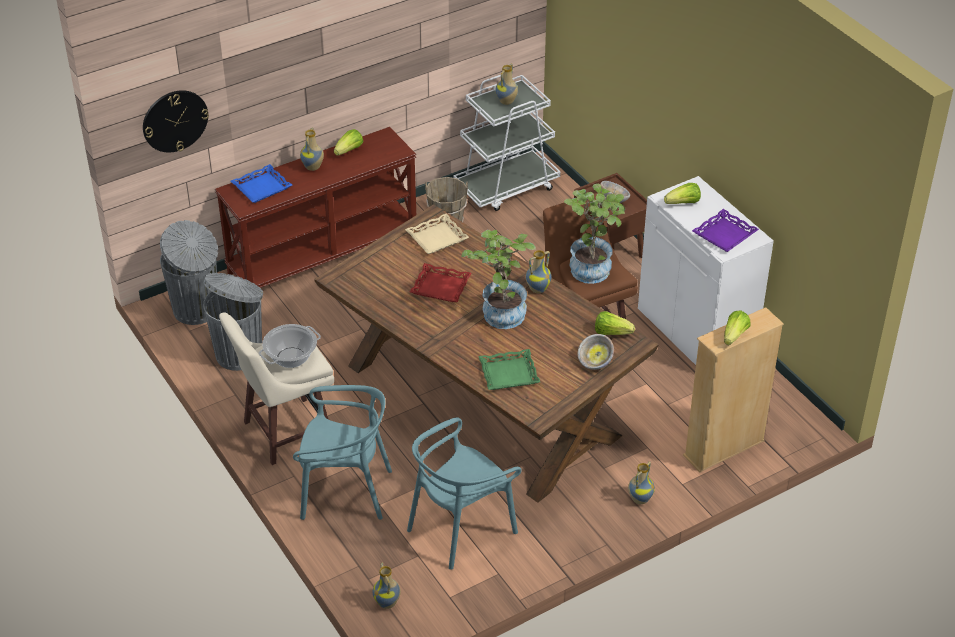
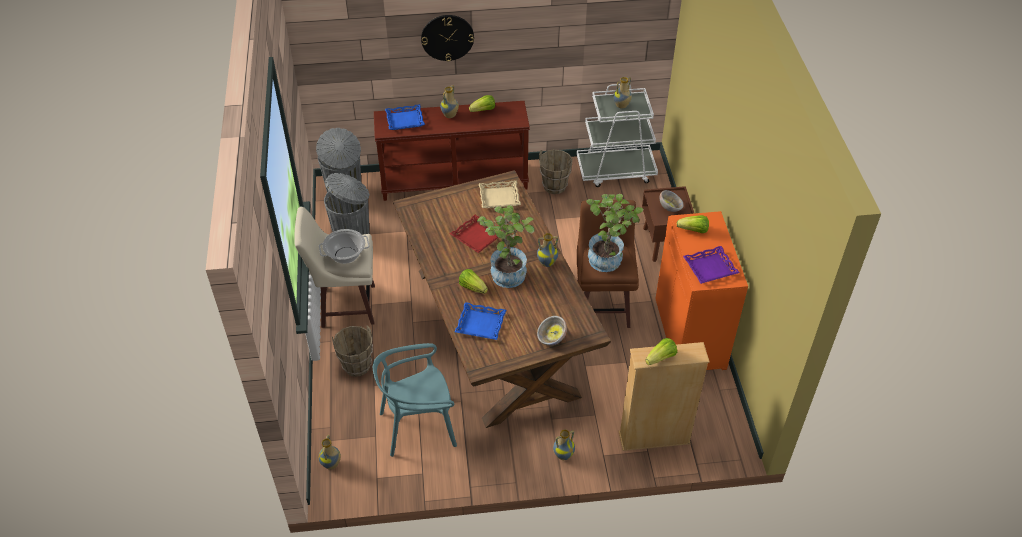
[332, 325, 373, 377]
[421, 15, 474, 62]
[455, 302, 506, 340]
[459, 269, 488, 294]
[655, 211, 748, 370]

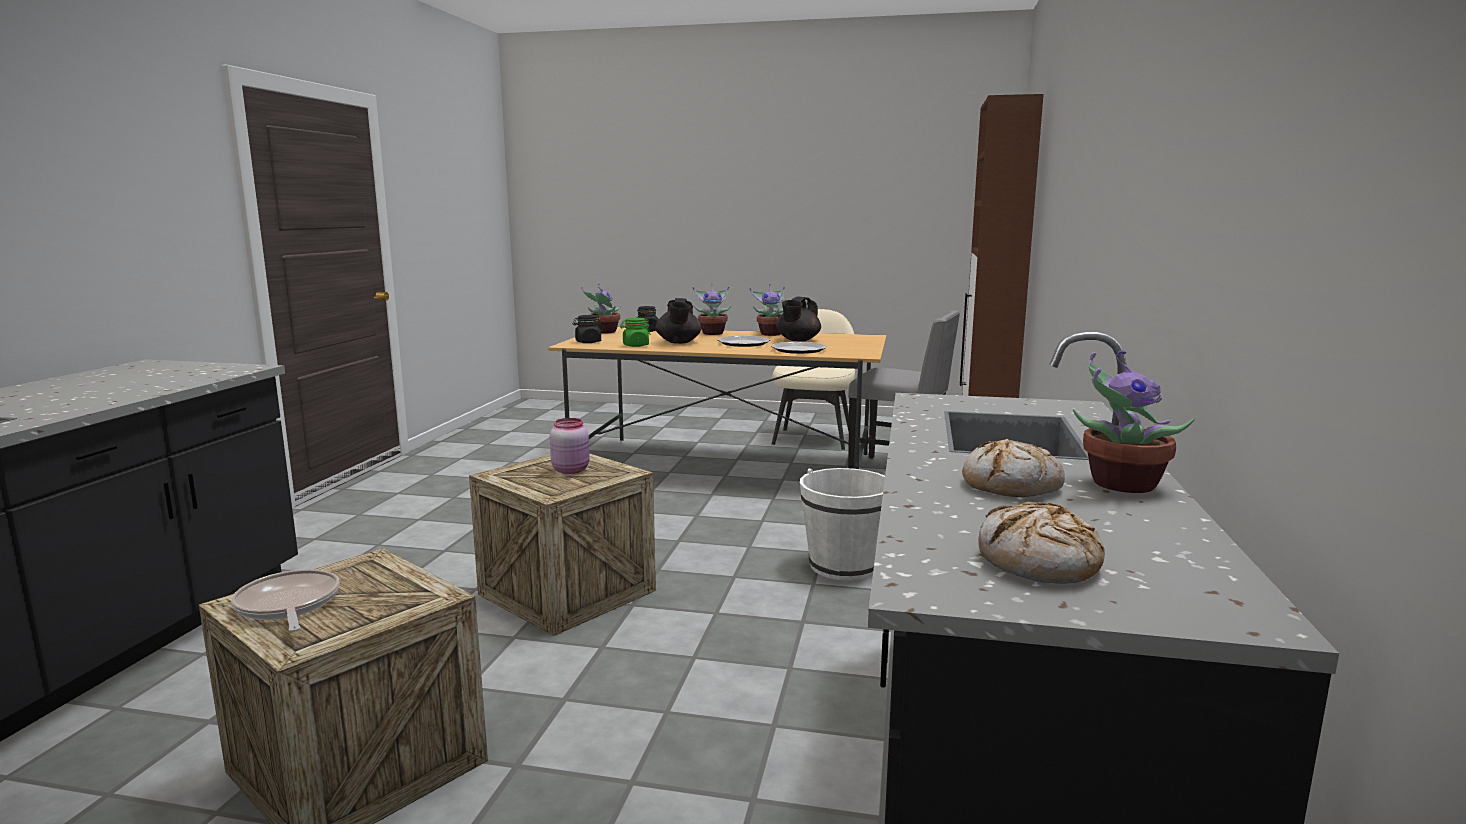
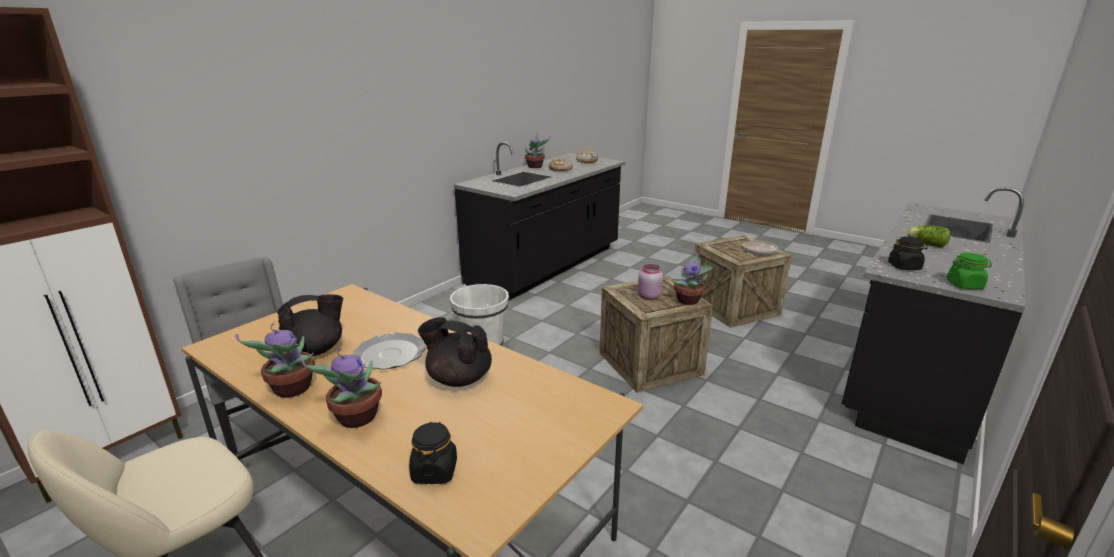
[418, 317, 492, 387]
[672, 252, 715, 305]
[888, 237, 928, 270]
[907, 225, 950, 247]
[946, 252, 992, 289]
[771, 342, 827, 354] (first image)

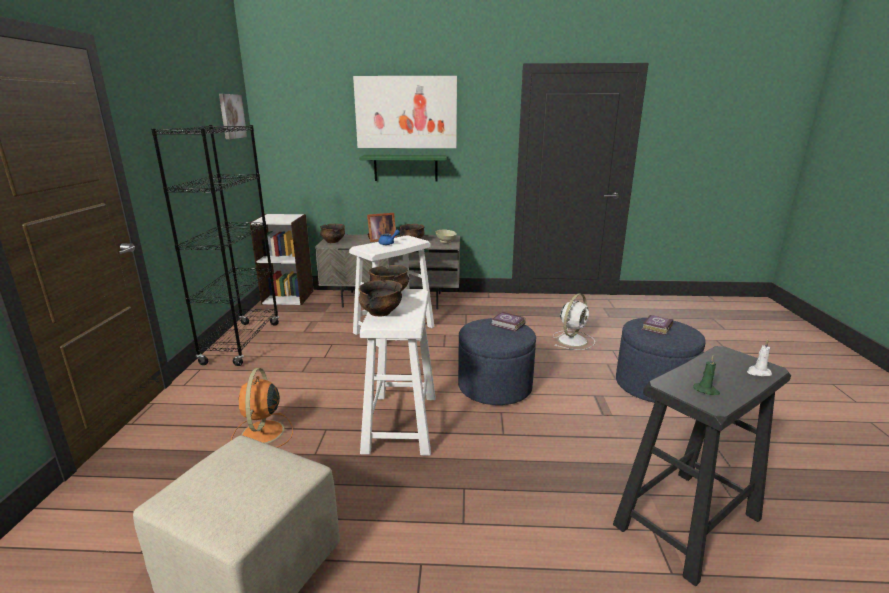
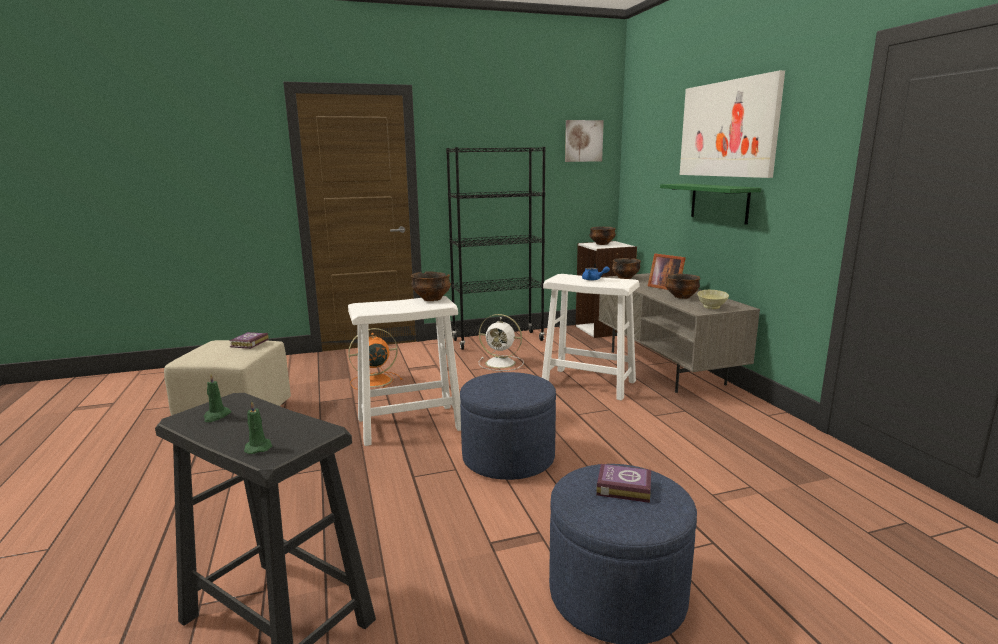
[229, 332, 269, 349]
[244, 401, 272, 454]
[479, 314, 524, 371]
[590, 227, 616, 245]

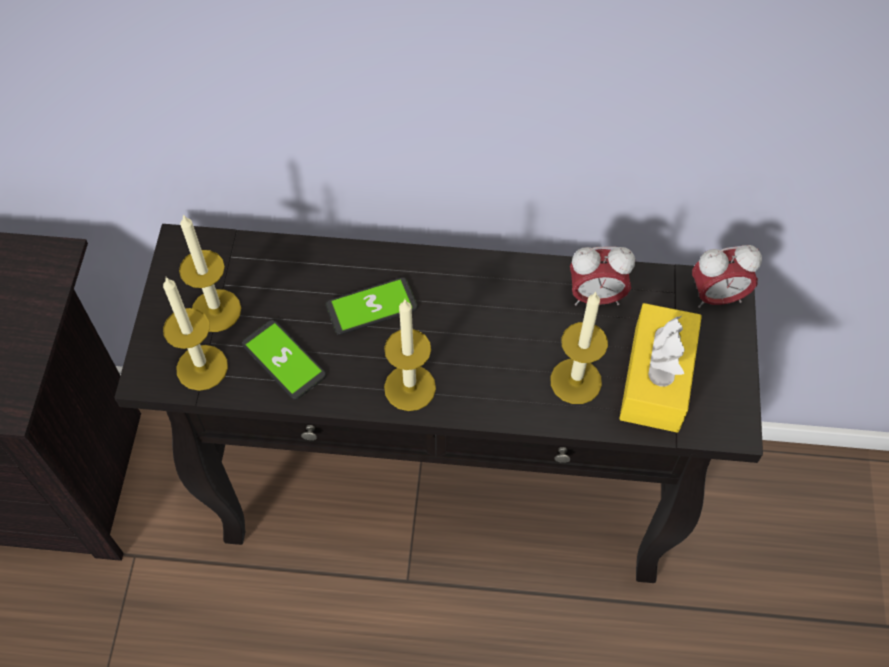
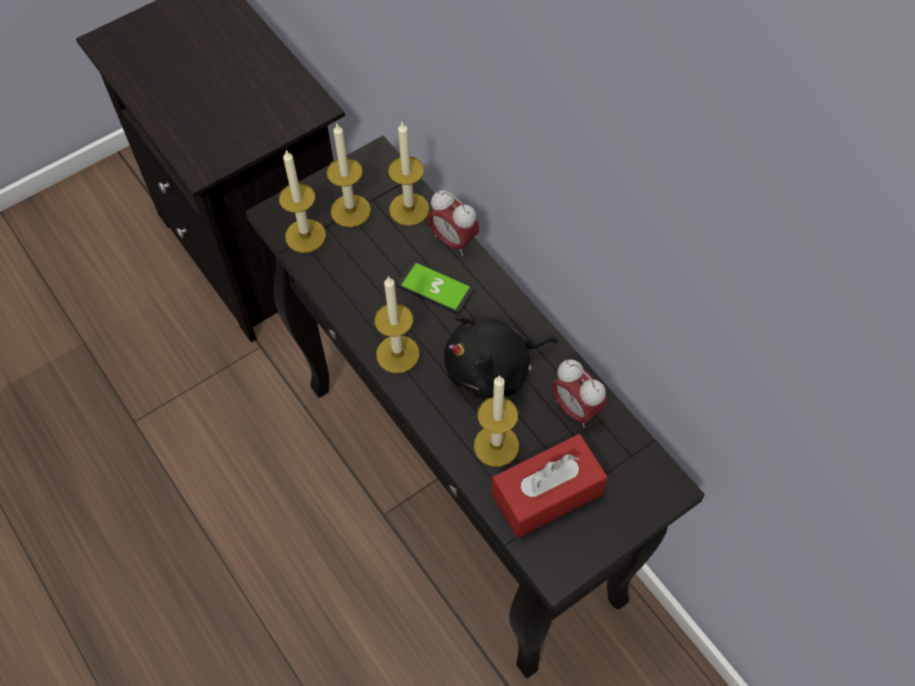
[388, 122, 429, 226]
[428, 190, 480, 256]
[444, 315, 557, 398]
[492, 434, 608, 538]
[242, 320, 327, 400] (first image)

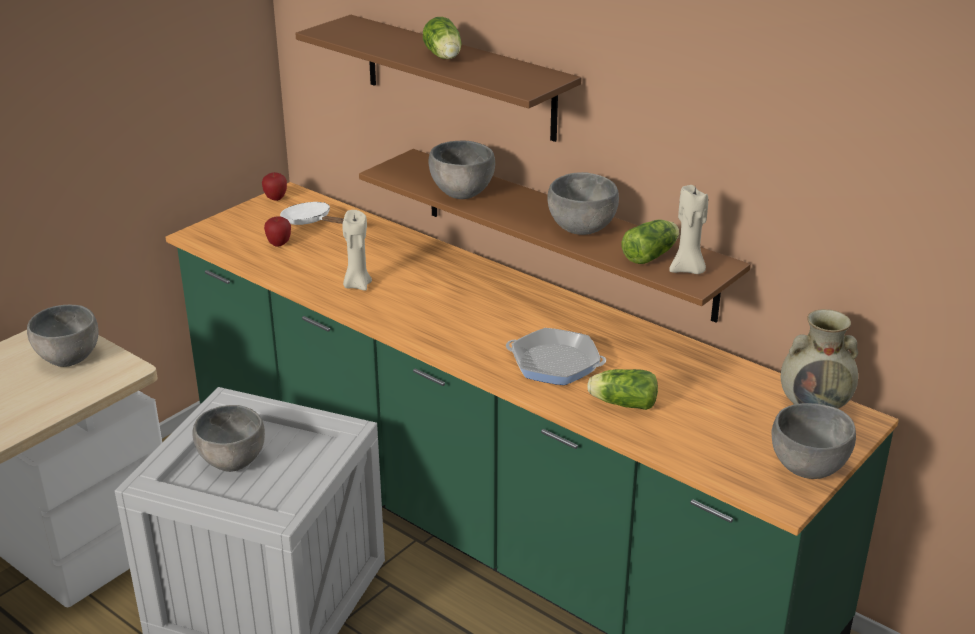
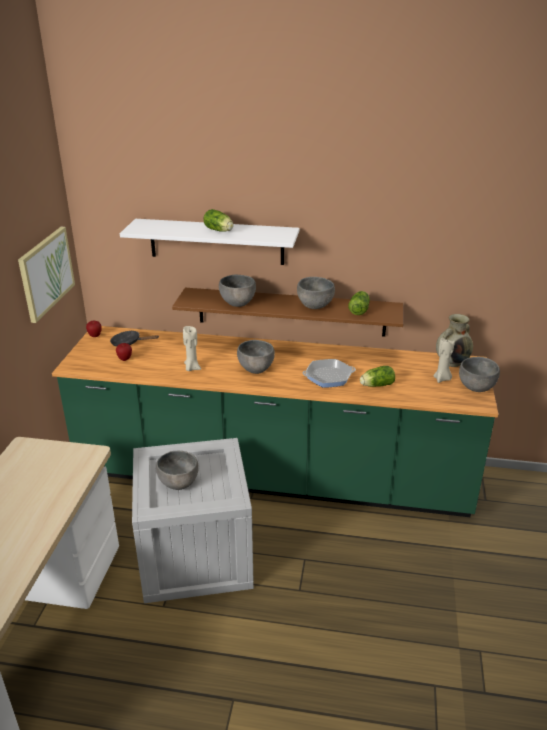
[18, 227, 75, 323]
[110, 331, 159, 347]
[120, 219, 299, 265]
[237, 340, 275, 374]
[434, 338, 455, 383]

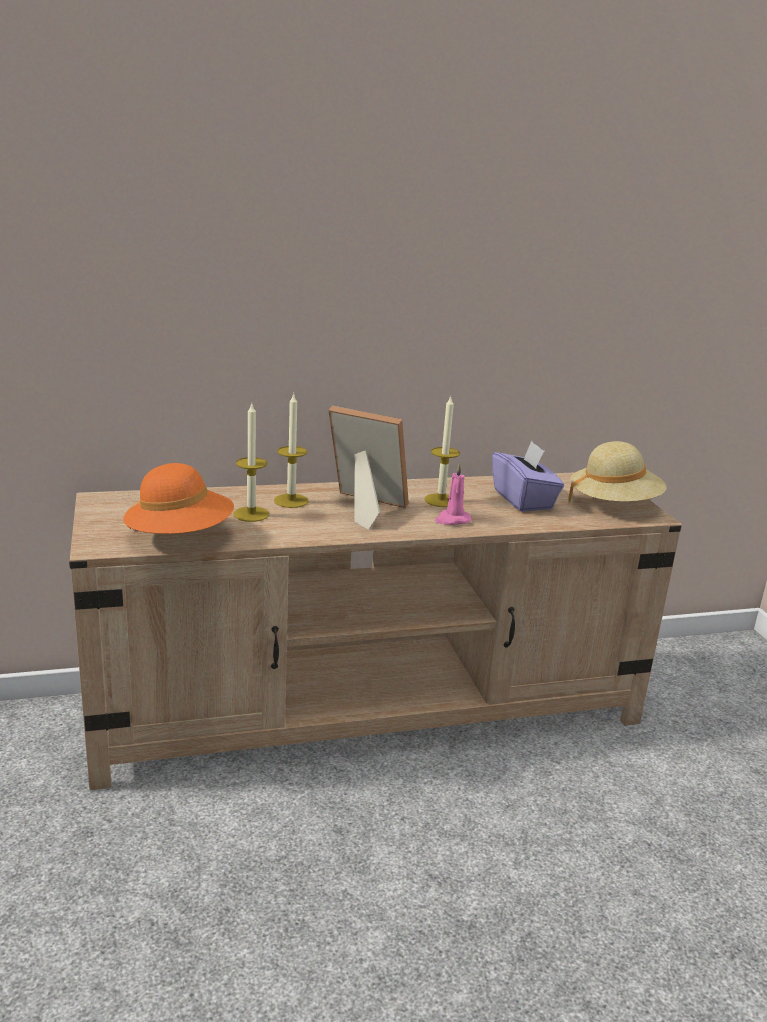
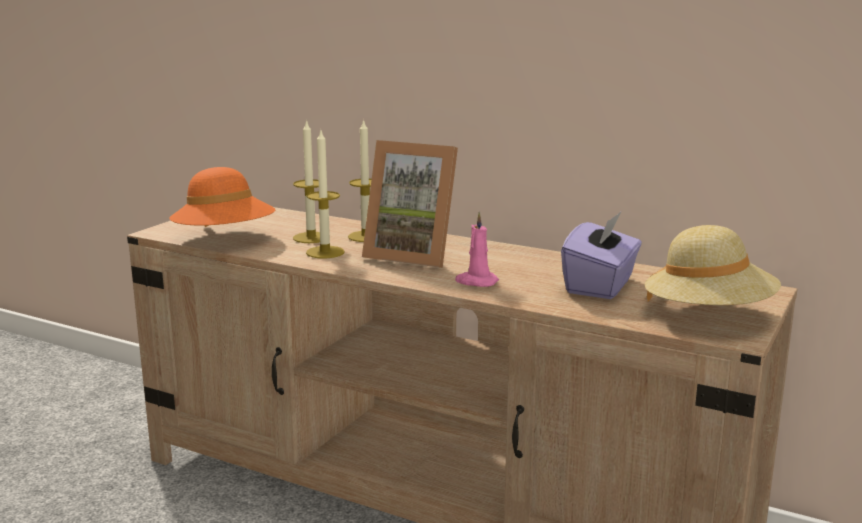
[306, 131, 345, 258]
[362, 140, 458, 268]

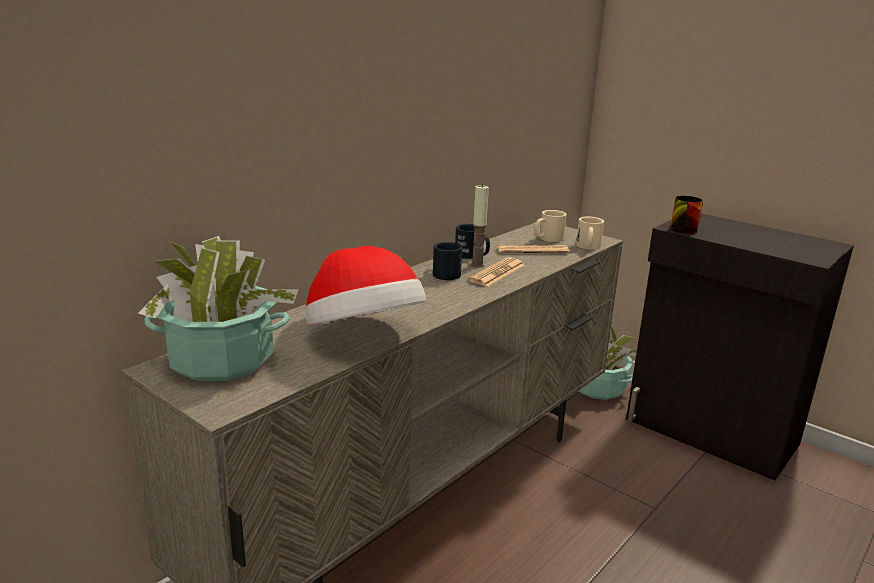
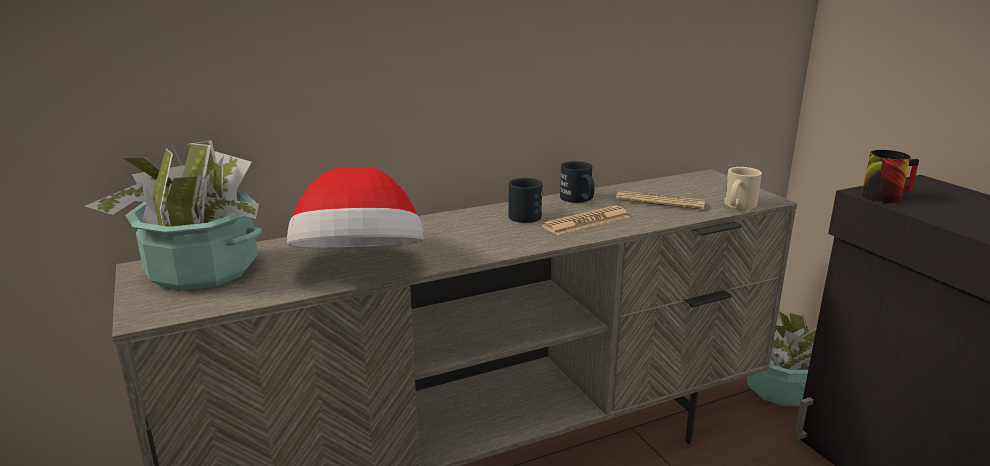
[471, 184, 489, 268] (first image)
[534, 210, 567, 242] (first image)

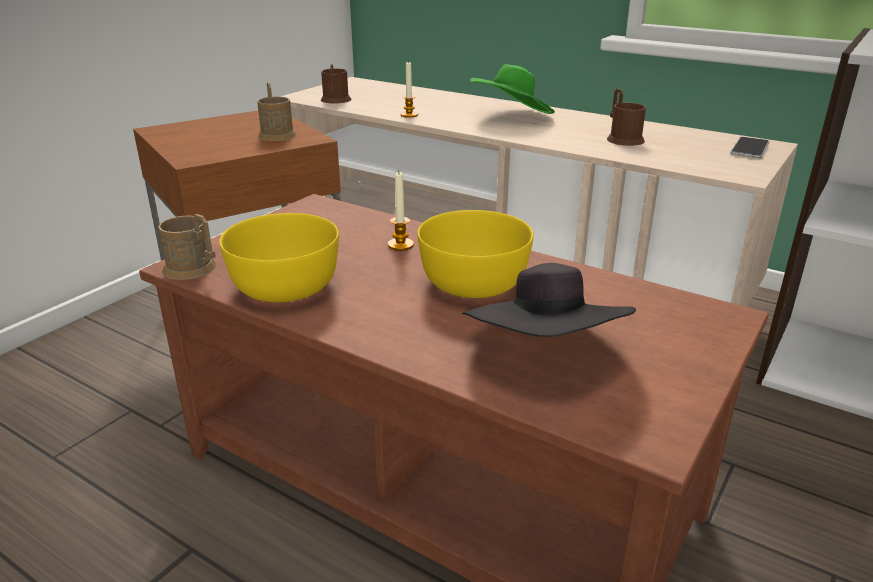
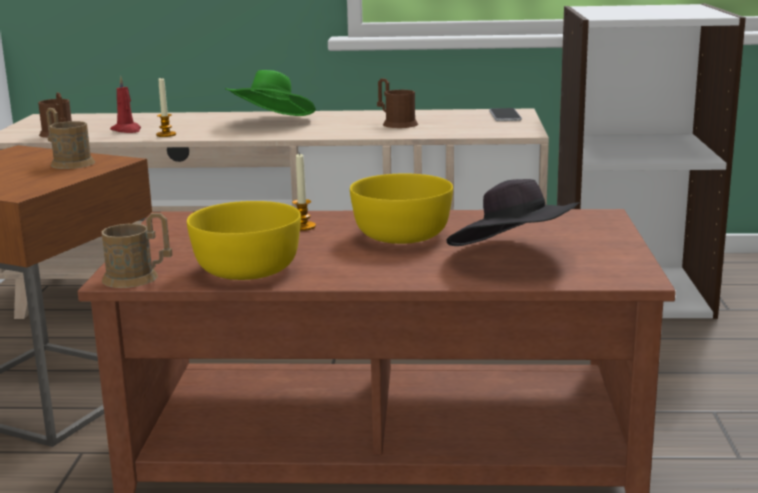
[110, 76, 141, 133]

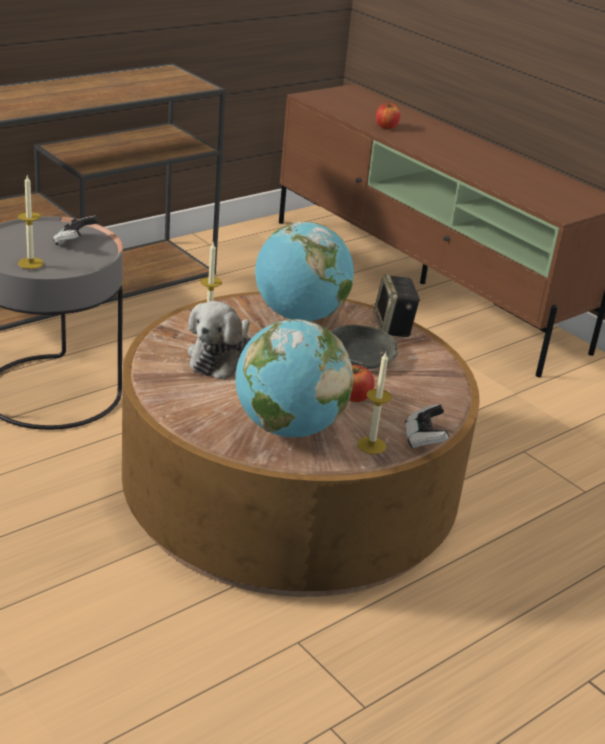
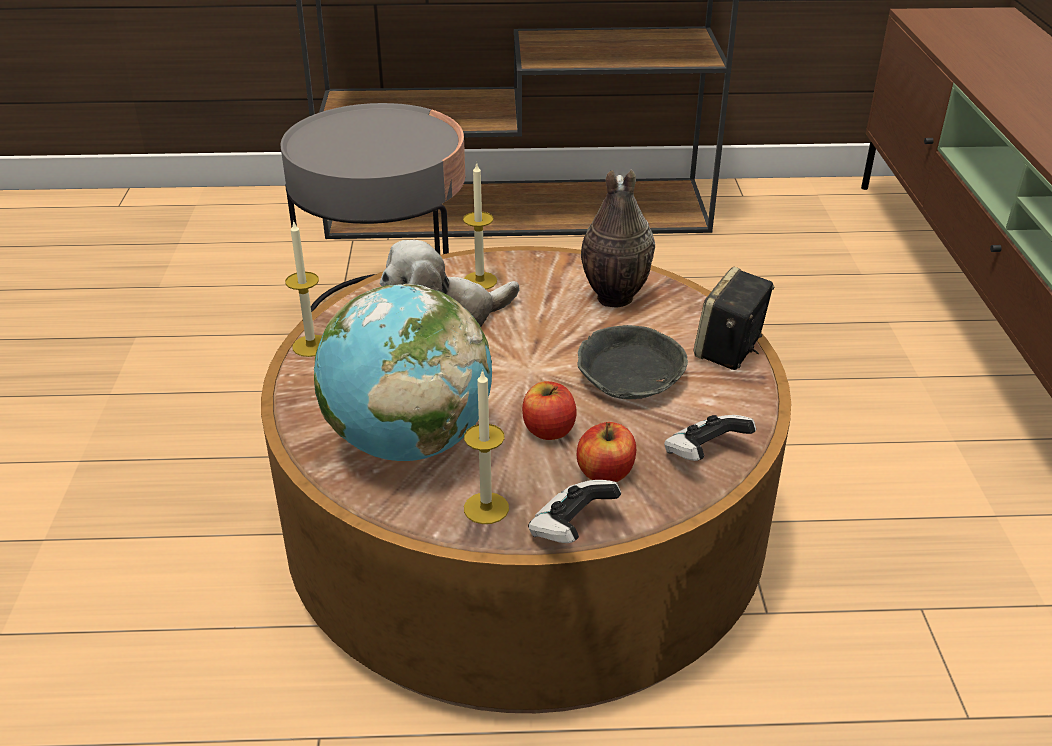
[285, 220, 322, 357]
[577, 422, 636, 482]
[581, 169, 655, 307]
[664, 415, 756, 461]

